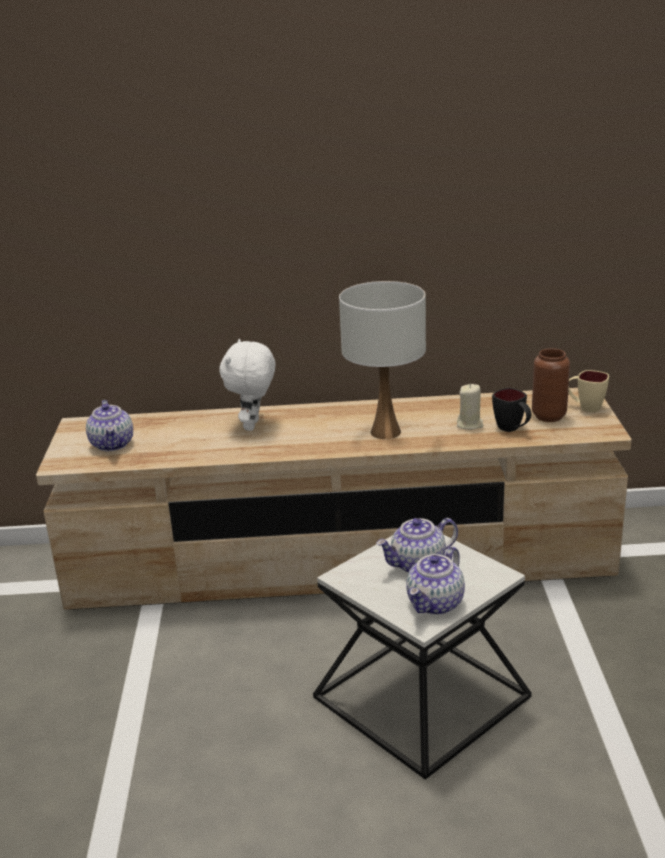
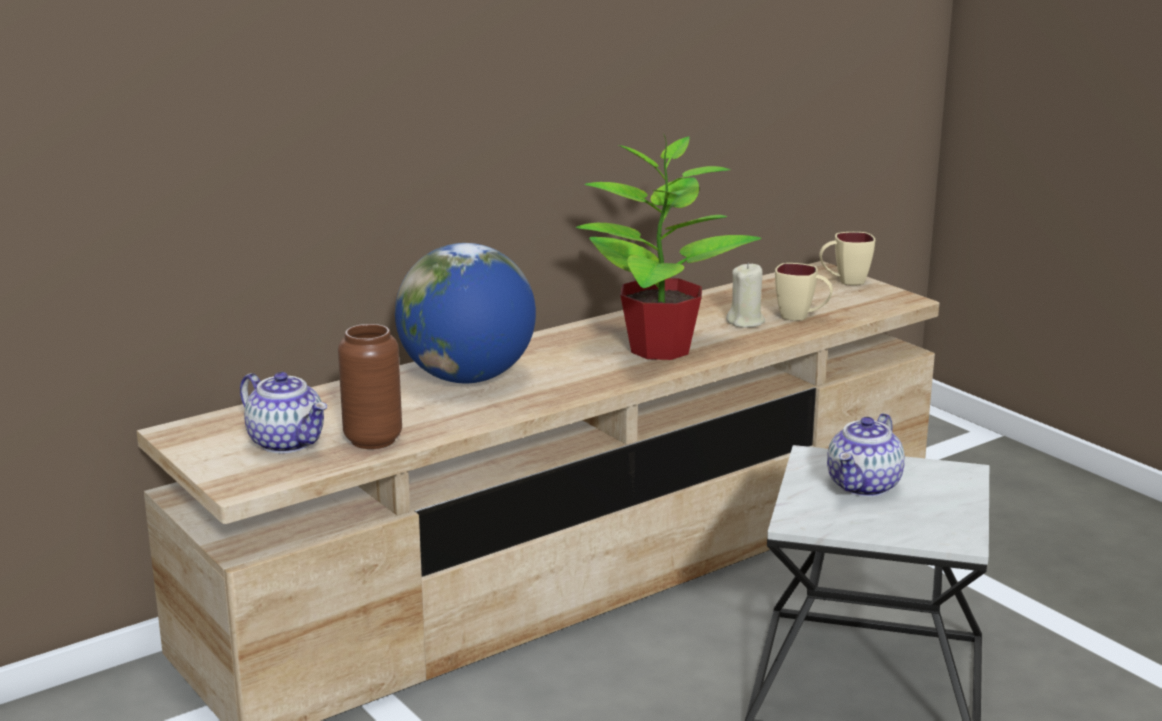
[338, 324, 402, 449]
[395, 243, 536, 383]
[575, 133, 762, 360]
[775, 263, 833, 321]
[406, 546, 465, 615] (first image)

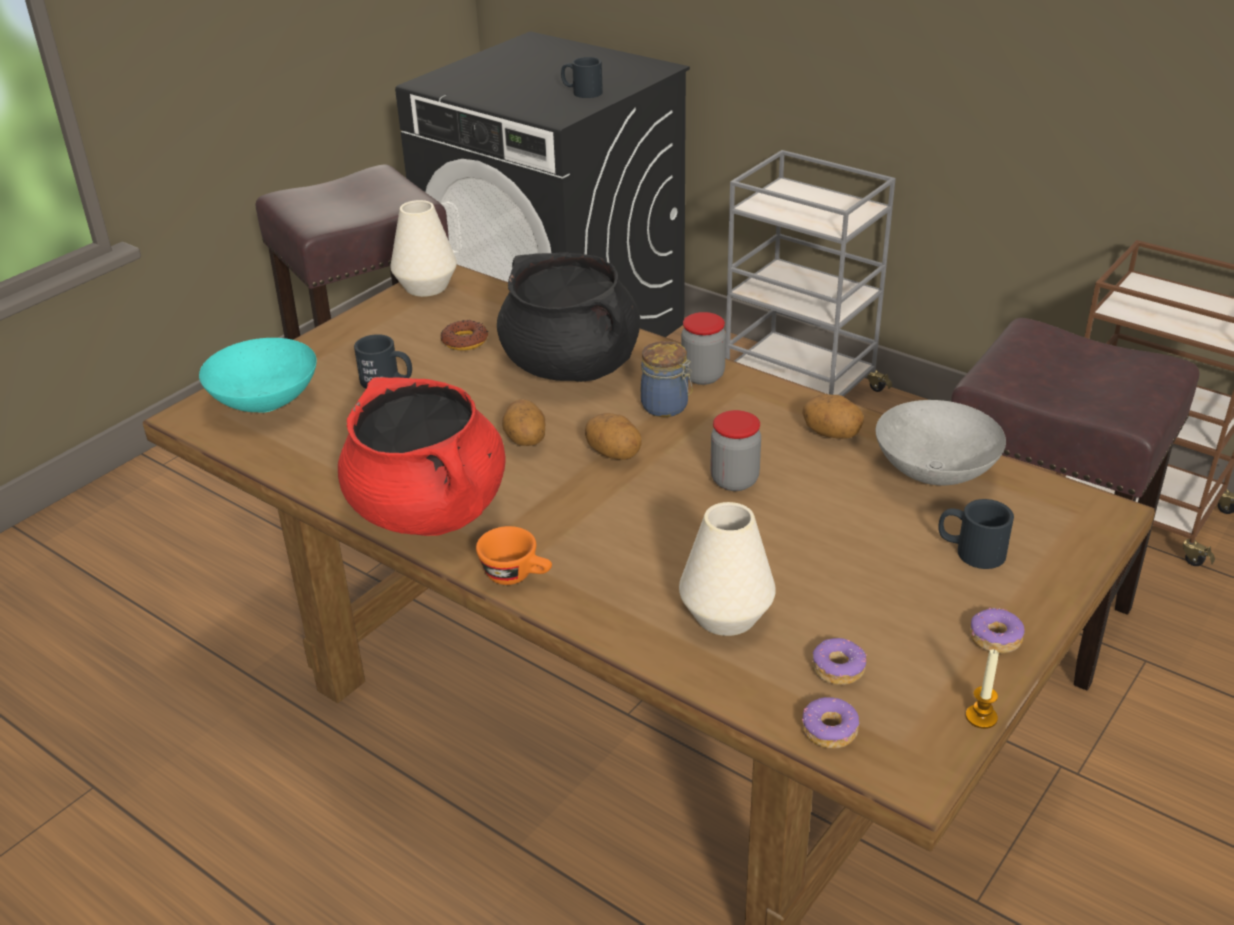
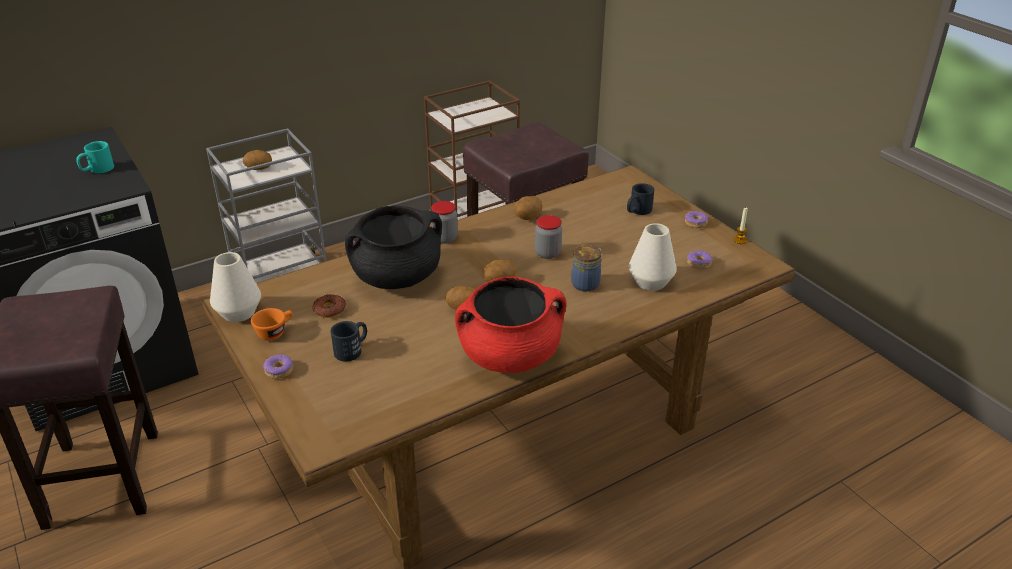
[76, 141, 114, 173]
[243, 150, 272, 170]
[251, 308, 293, 341]
[263, 355, 293, 379]
[571, 245, 601, 292]
[199, 338, 317, 413] (first image)
[876, 400, 1006, 485] (first image)

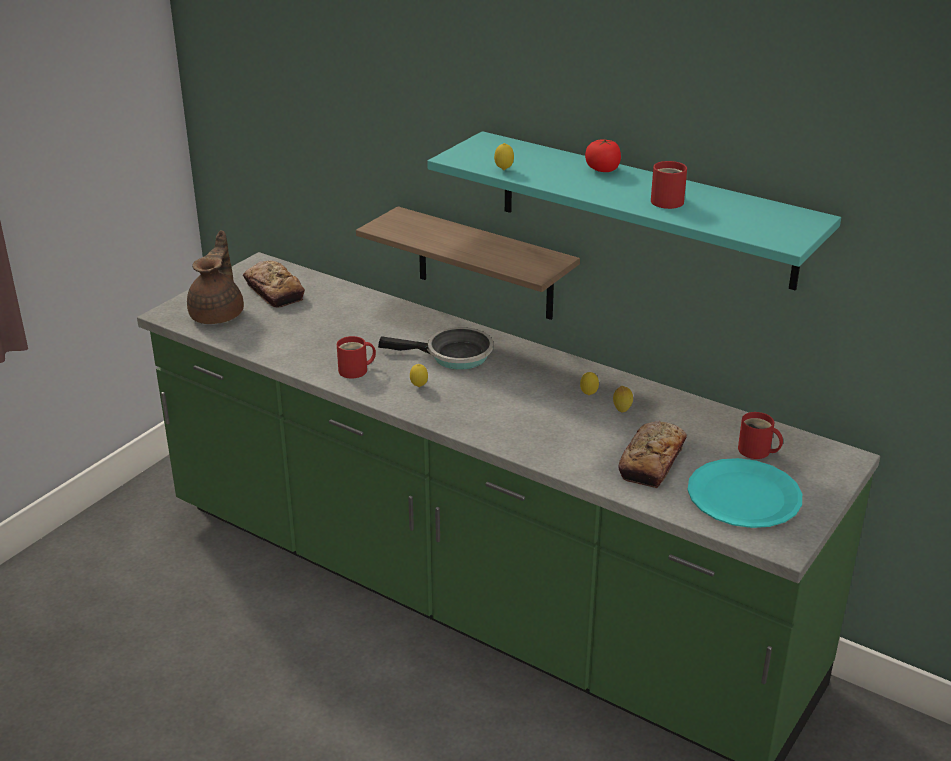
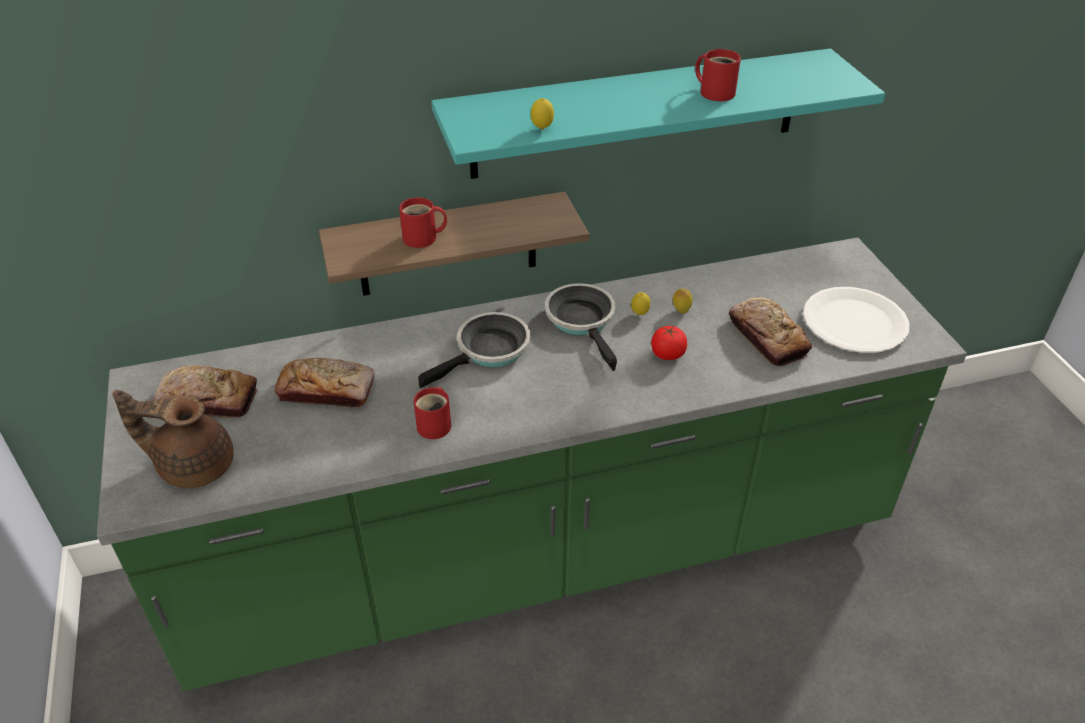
[113, 390, 234, 488]
[275, 358, 375, 408]
[399, 198, 447, 248]
[545, 283, 617, 371]
[651, 325, 687, 360]
[803, 287, 909, 353]
[410, 364, 428, 387] (first image)

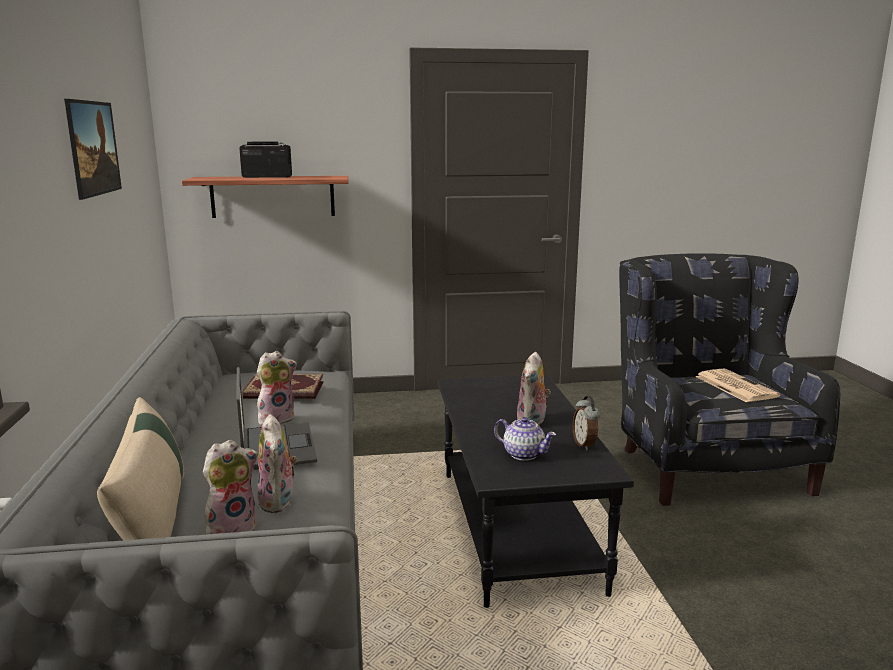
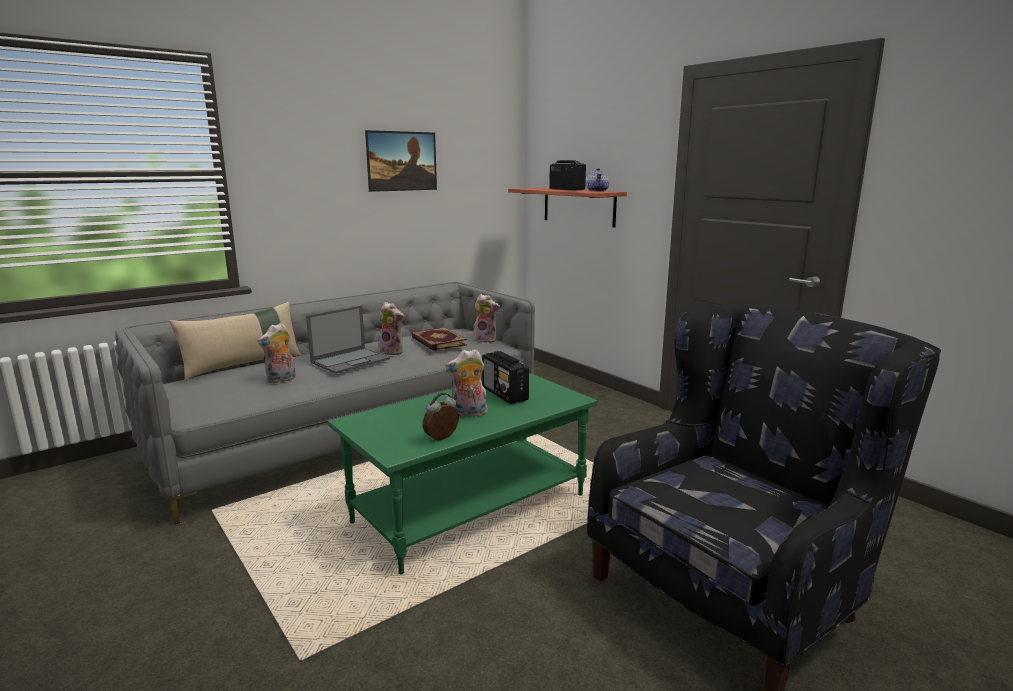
[328, 373, 597, 574]
[473, 294, 500, 343]
[482, 351, 529, 404]
[586, 168, 609, 192]
[695, 368, 781, 402] (first image)

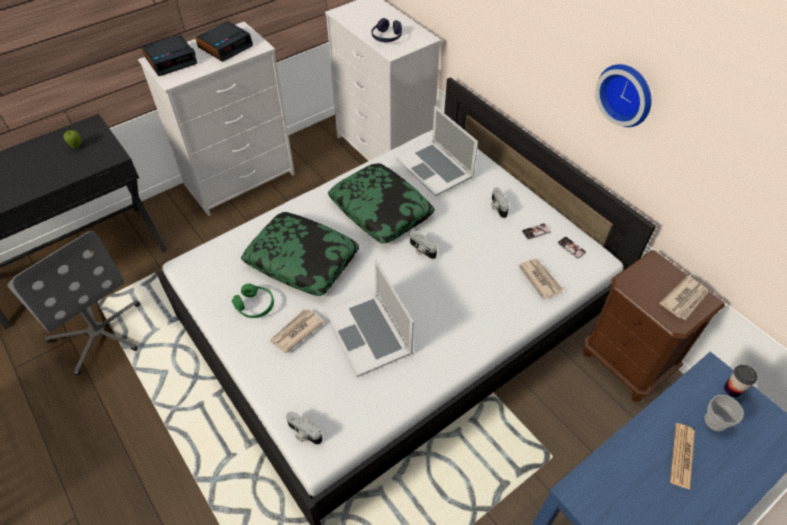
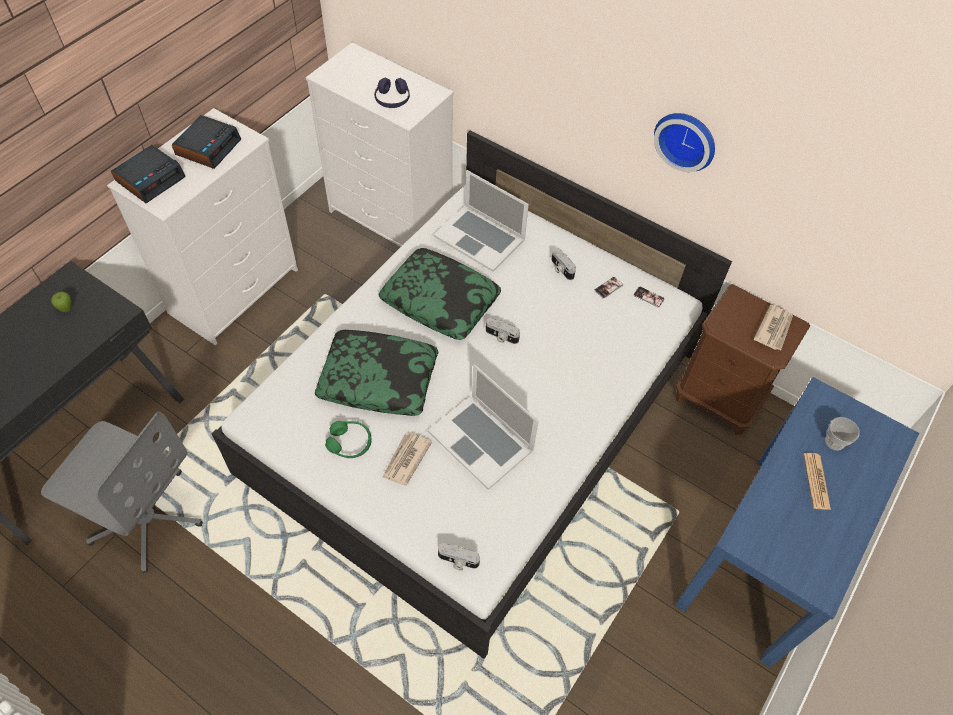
[518, 259, 564, 299] (first image)
[724, 365, 758, 397] (first image)

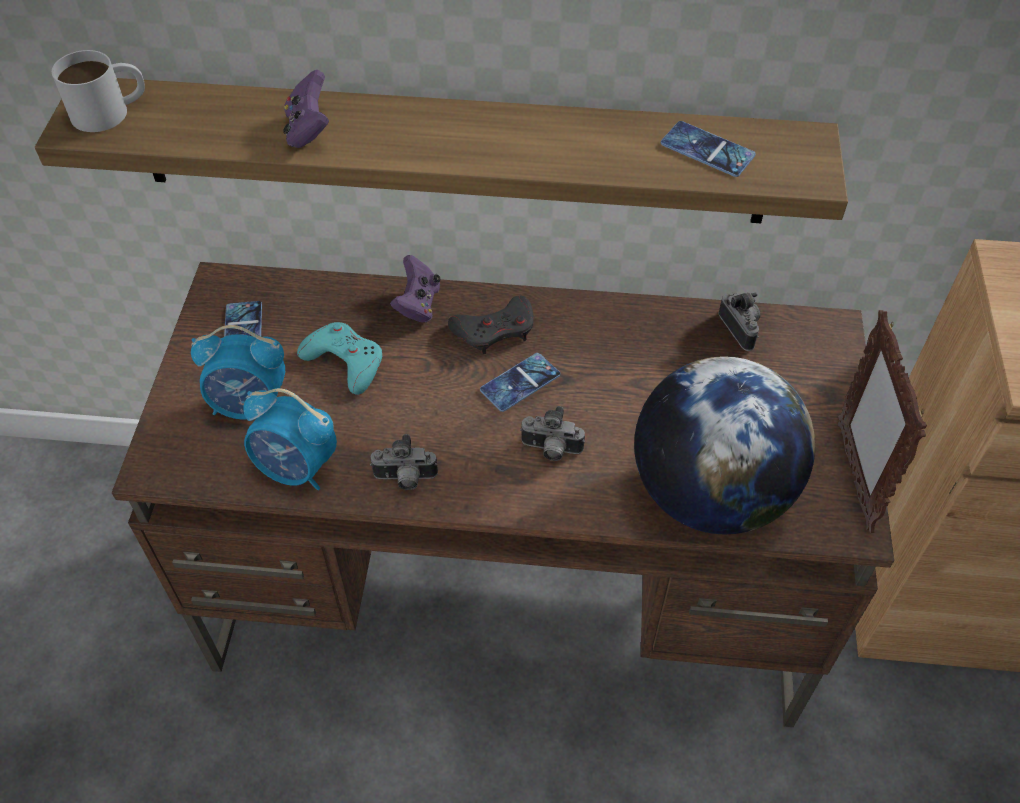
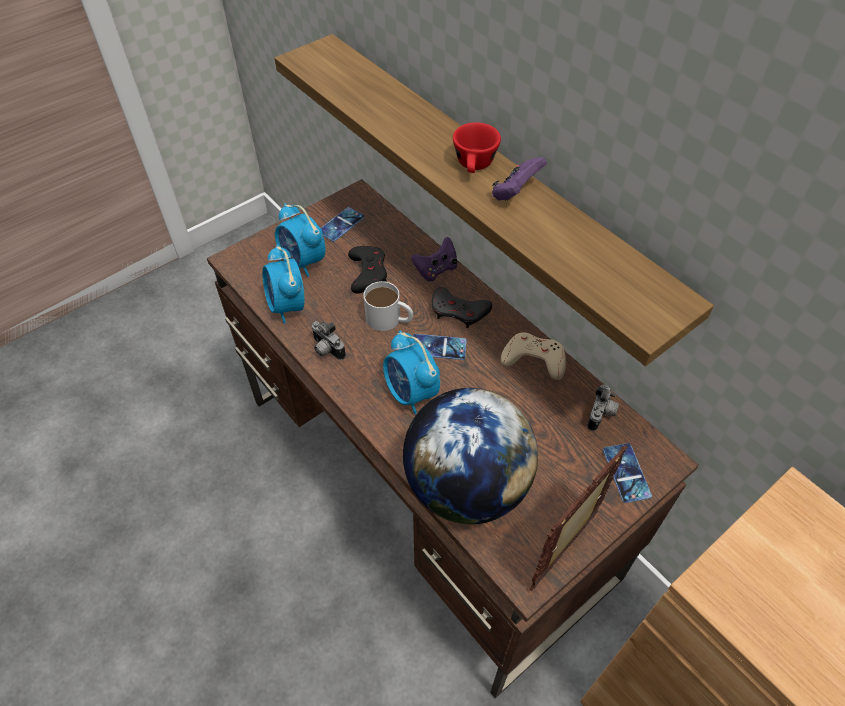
[348, 246, 387, 294]
[364, 281, 413, 331]
[383, 331, 440, 414]
[453, 122, 501, 173]
[492, 157, 547, 201]
[501, 332, 566, 380]
[603, 443, 652, 503]

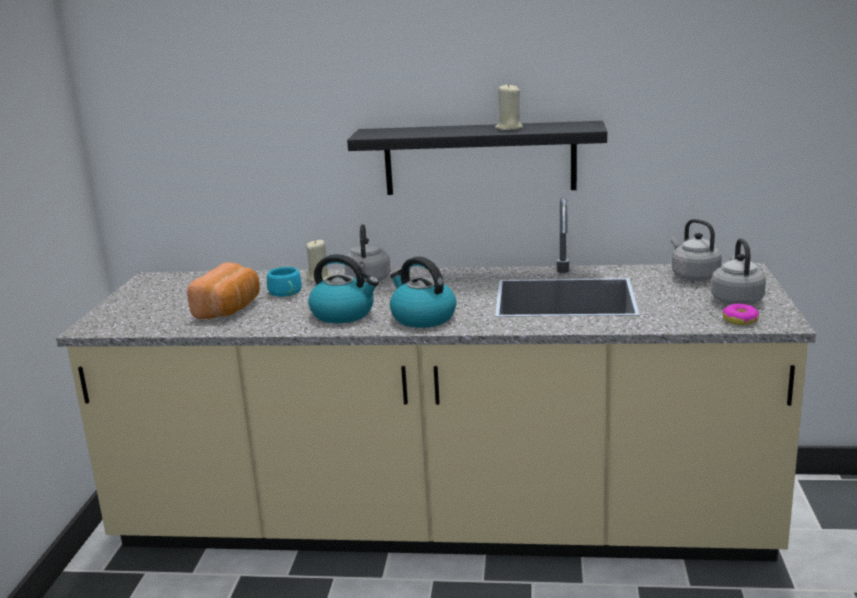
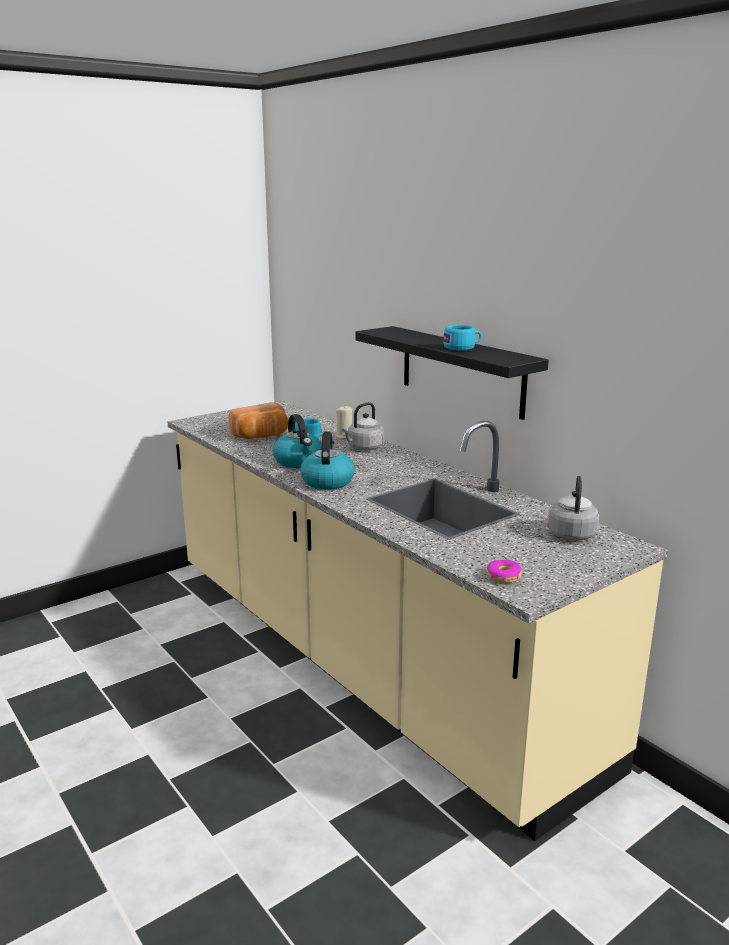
[443, 325, 482, 351]
[711, 238, 766, 305] (first image)

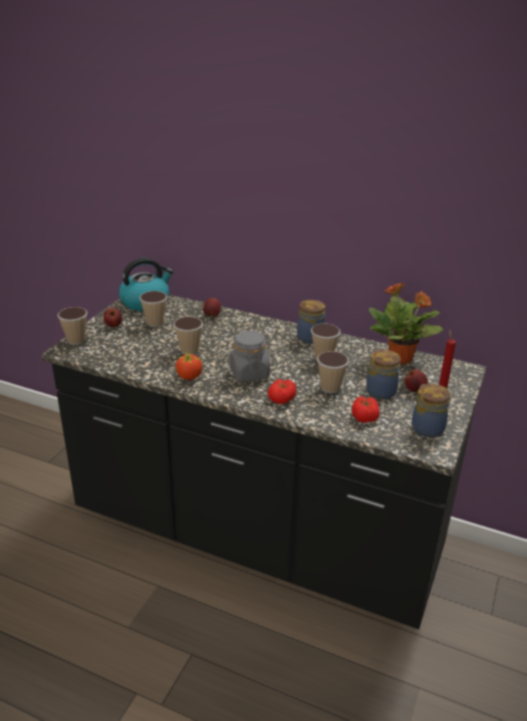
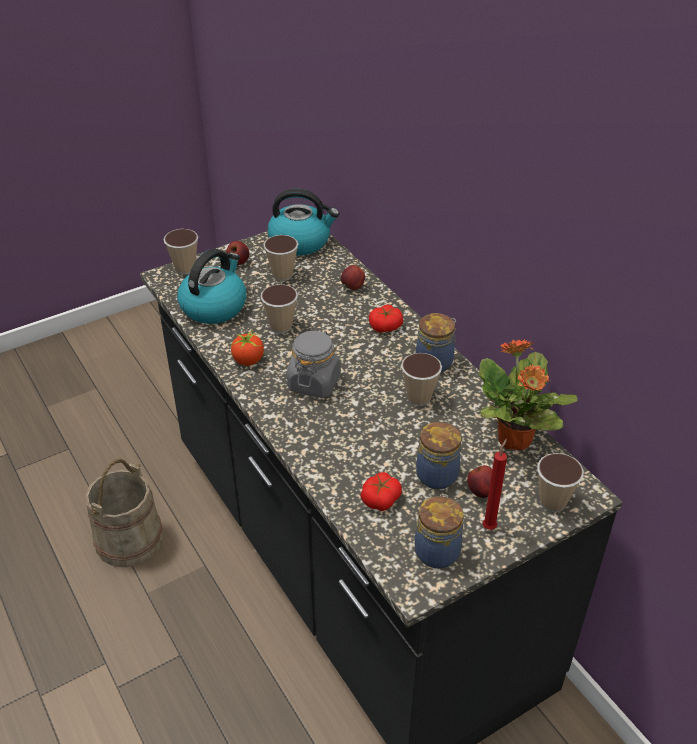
[85, 459, 164, 567]
[177, 249, 246, 324]
[369, 305, 403, 333]
[537, 453, 584, 512]

